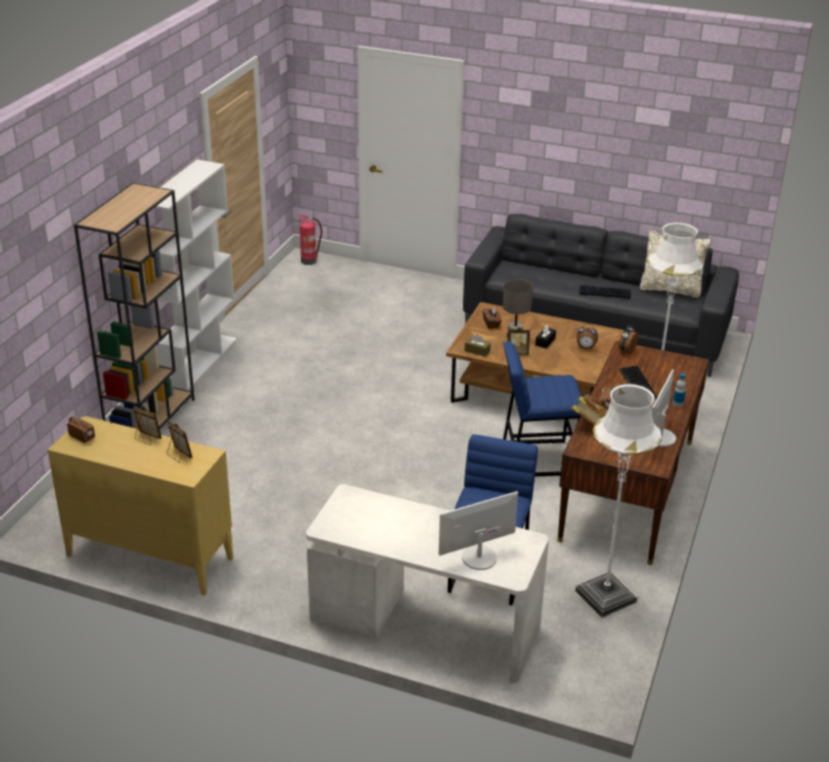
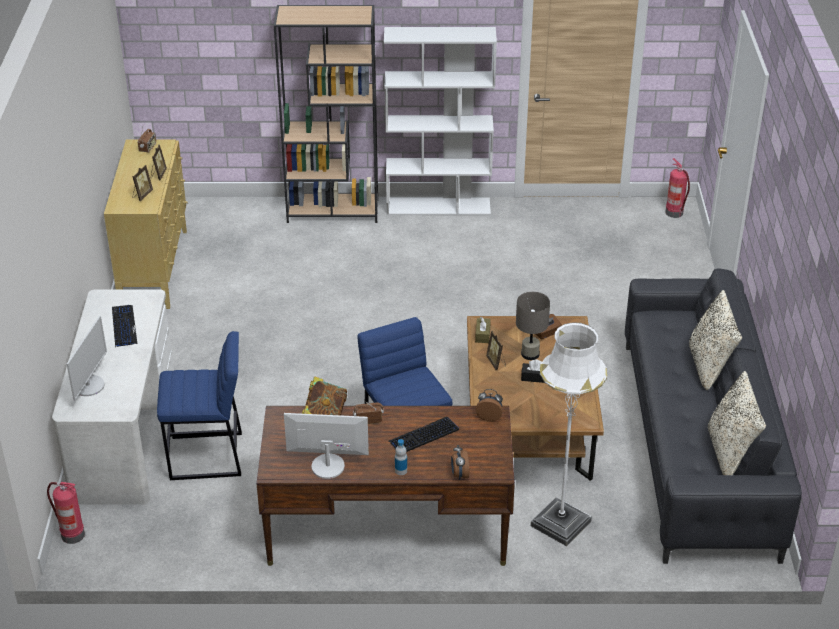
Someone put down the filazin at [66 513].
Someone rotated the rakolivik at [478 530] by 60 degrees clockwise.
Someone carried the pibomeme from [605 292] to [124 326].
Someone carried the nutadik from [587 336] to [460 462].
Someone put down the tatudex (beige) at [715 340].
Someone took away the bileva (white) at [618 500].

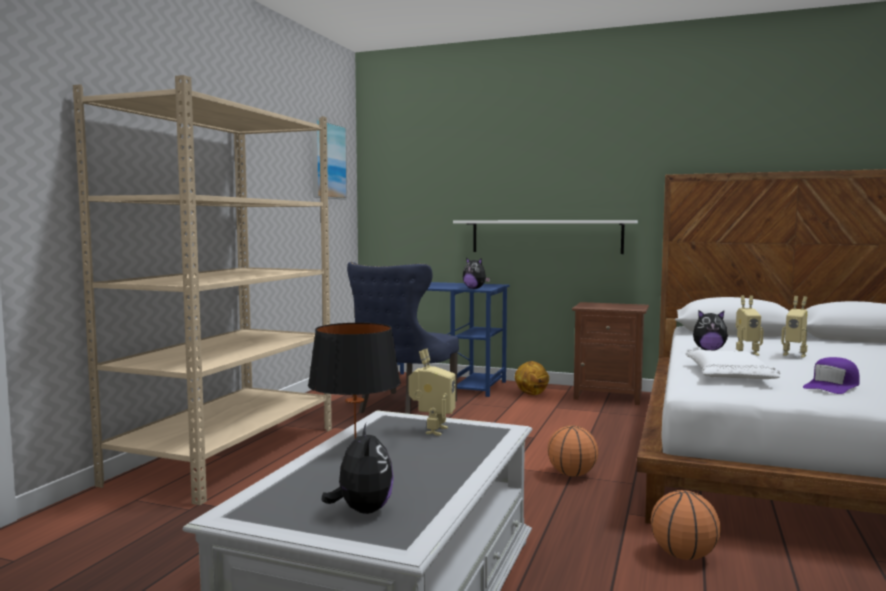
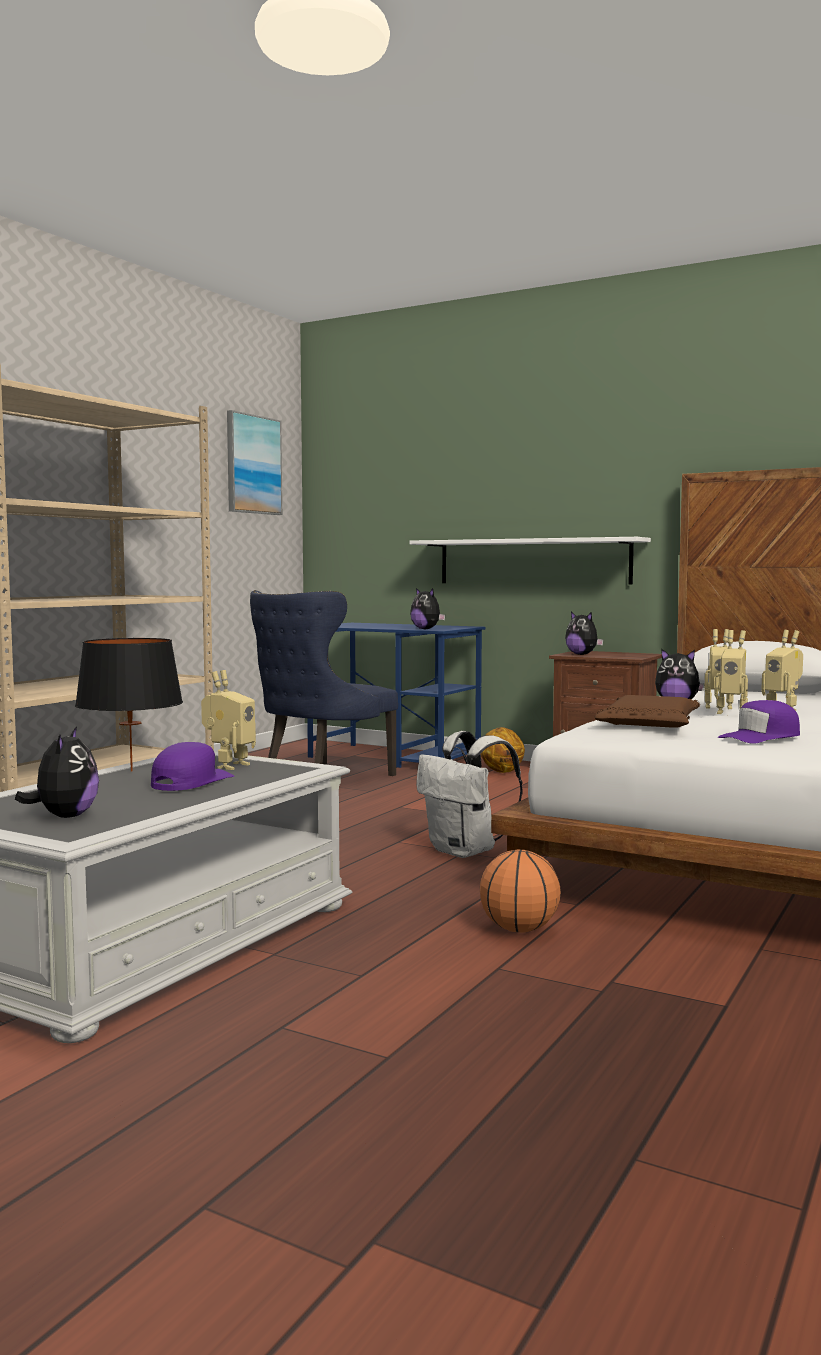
Someone put down the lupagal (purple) at [192 766].
Someone swapped the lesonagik at [573 451] for the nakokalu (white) at [469 794].
Someone put down the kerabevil at [584 633].
Someone repainted the tatudex (white) at [732 364], which became the tatudex (brown) at [647 711].
Someone put down the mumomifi at [731 672].

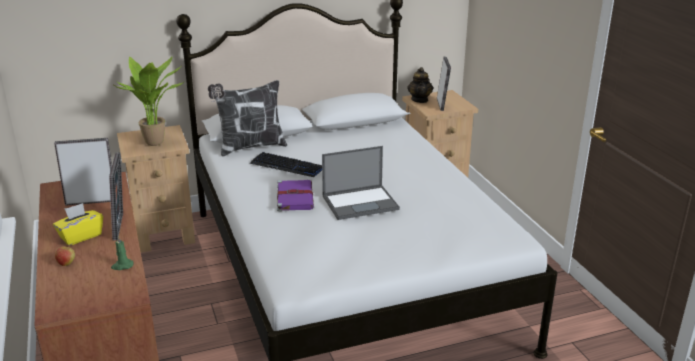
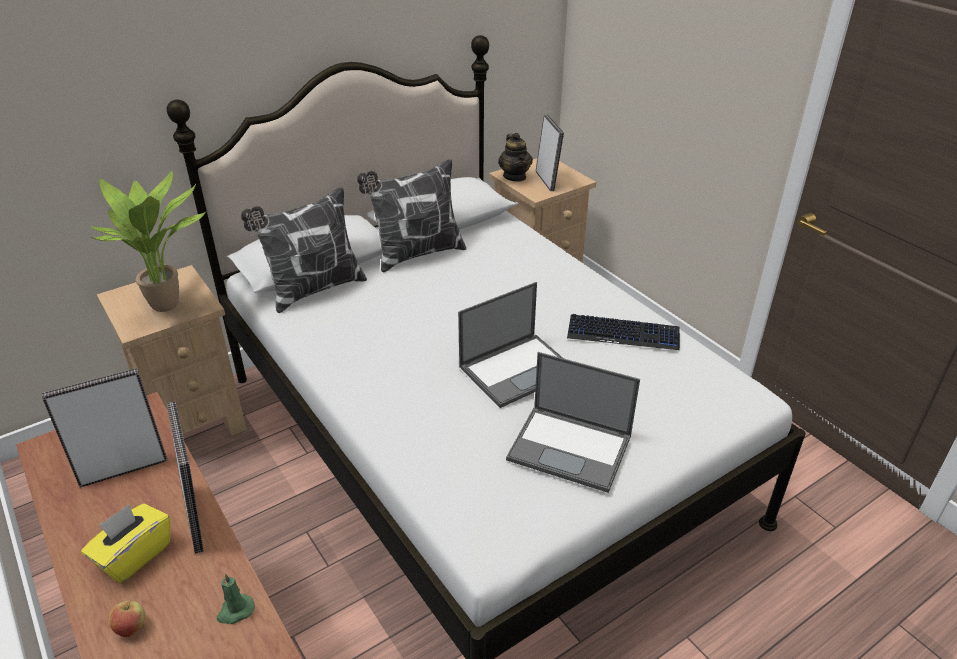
Someone put down the tatudex at [411 215].
Someone put down the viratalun at [573 422].
Someone carried the pibomeme from [286 164] to [623 332].
Someone took away the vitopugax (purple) at [295 195].

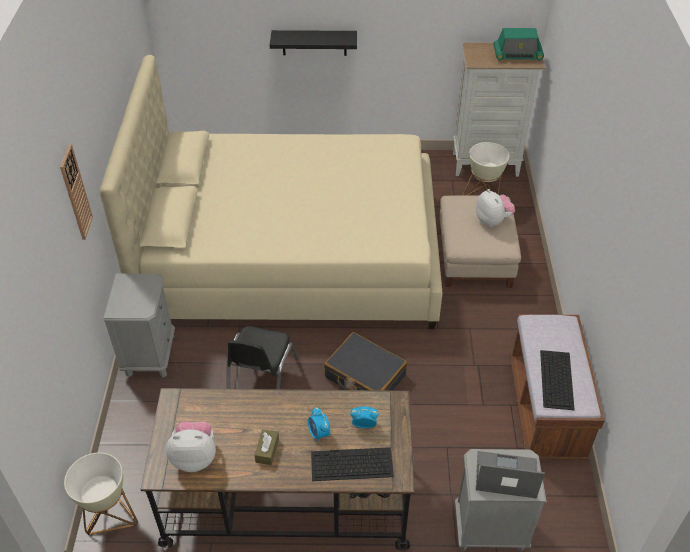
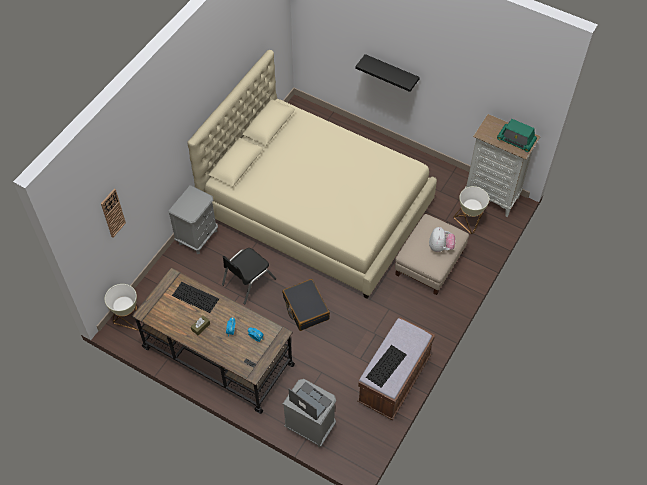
Someone carried the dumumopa from [76 192] to [113 213].
Someone carried the pibomeme from [352 464] to [195 297].
Someone took away the kerabevil at [191 446].

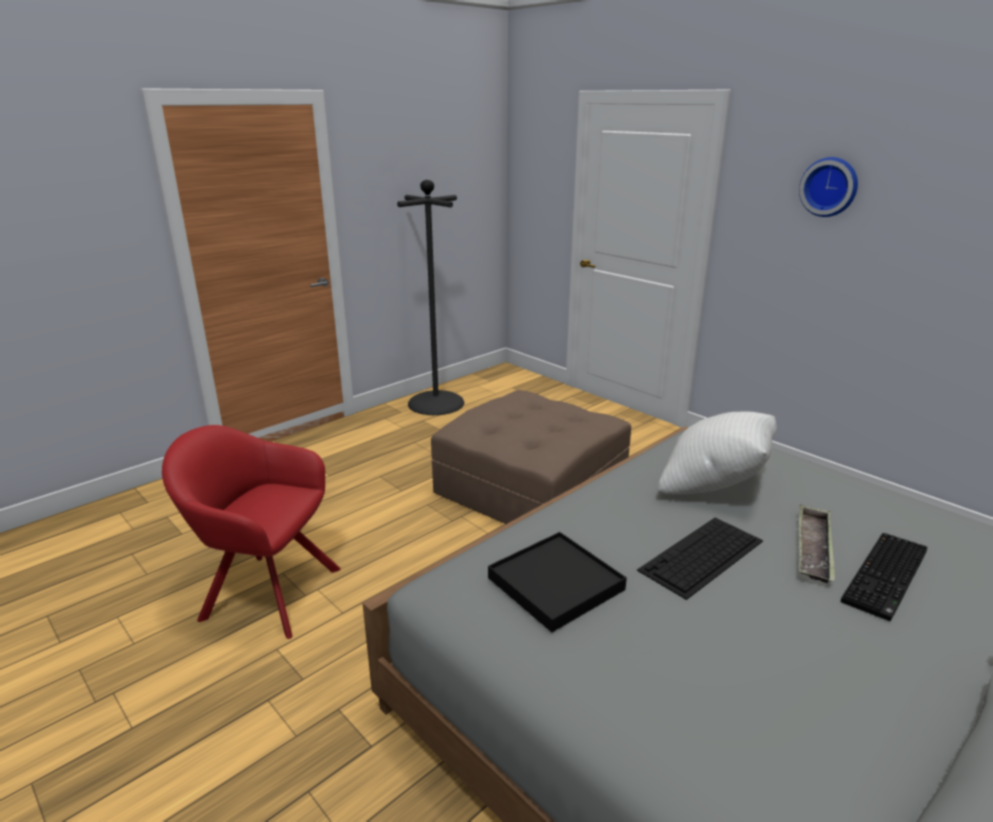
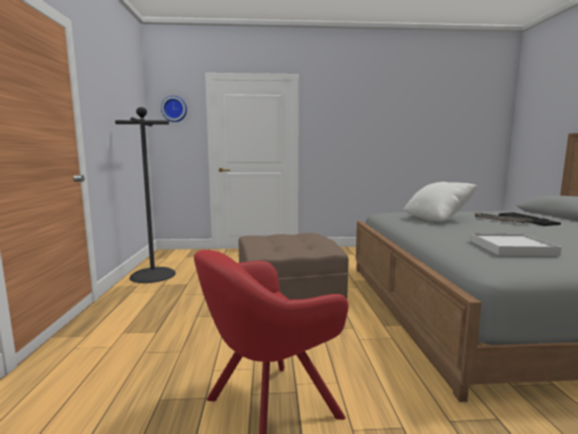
Someone carried the dumumopa from [828 187] to [174 109].
Someone repainted the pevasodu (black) at [557 582], which became the pevasodu (white) at [516 244].
Someone took away the pibomeme at [700 559].

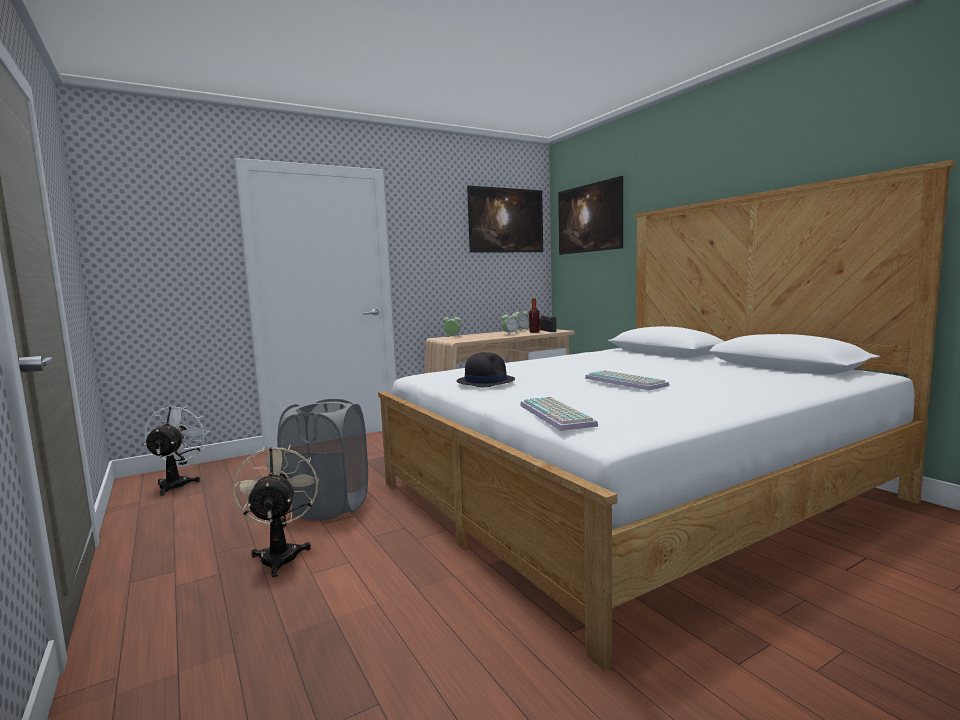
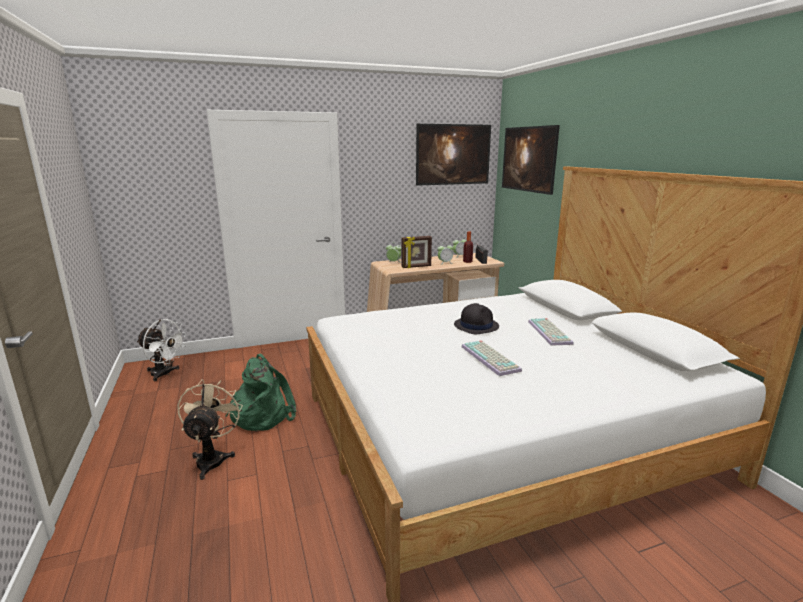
Someone rotated the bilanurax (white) at [177 450] by 105 degrees clockwise.
Someone swapped the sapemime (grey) at [322 459] for the nakokalu (green) at [260 392].
Someone put down the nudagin at [417 252].
Someone carried the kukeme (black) from [486 369] to [476 318].
Someone carried the pibomeme from [559 414] to [551 332].

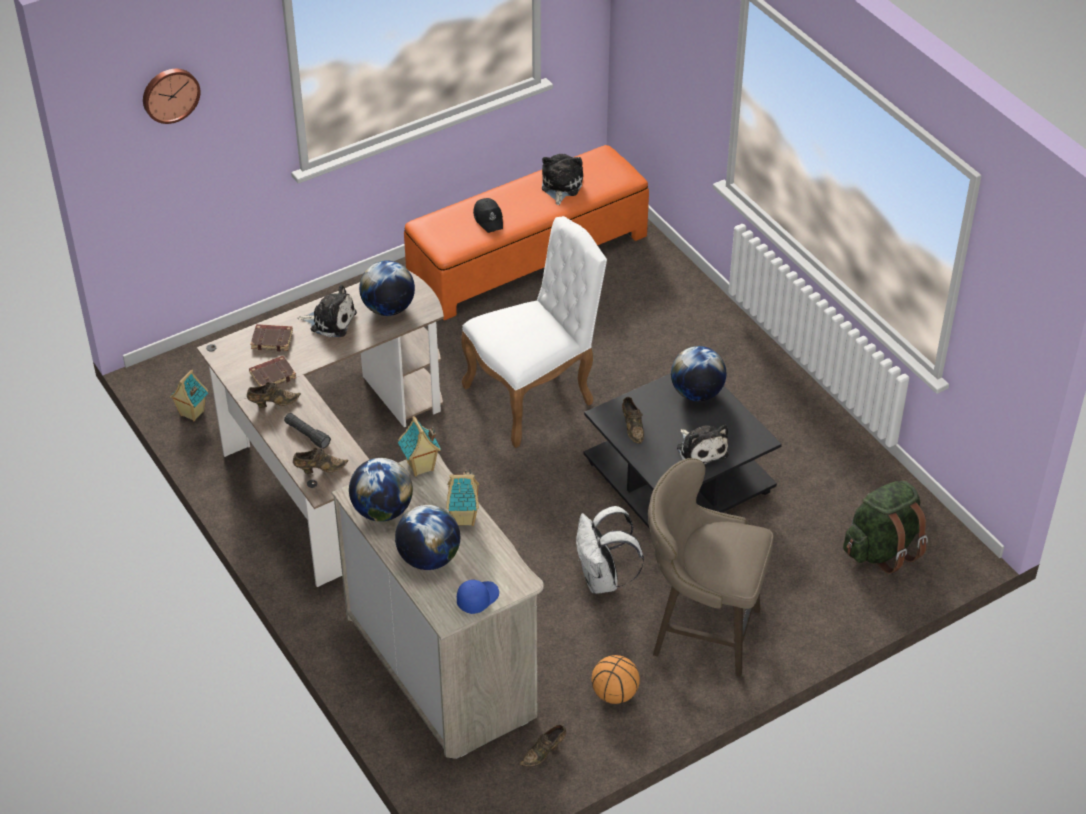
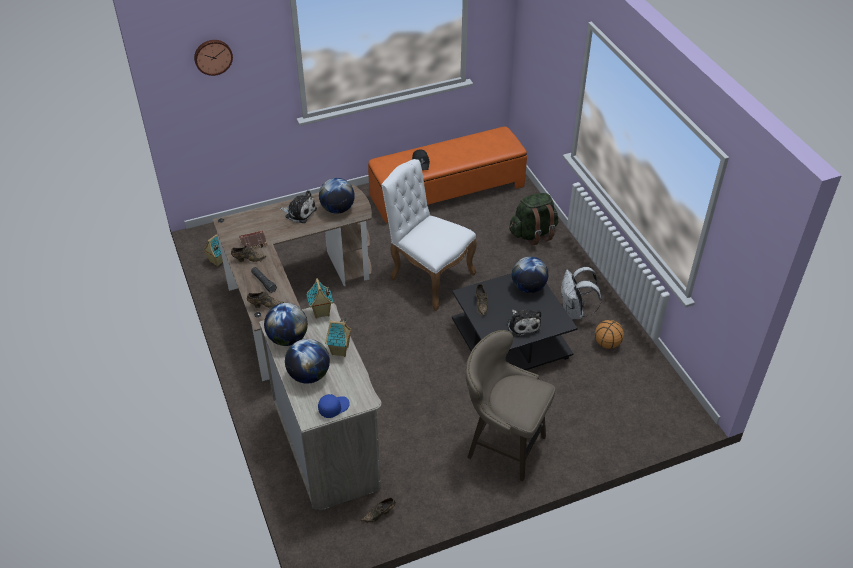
Someone rotated the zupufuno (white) at [534 332] by 120 degrees counterclockwise.
Someone carried the nakokalu (green) from [885 527] to [533 219].
Someone carried the nakokalu (white) from [610 550] to [581 293].
Someone carried the lesonagik from [615 679] to [609 334].
Someone took away the vitopugax (brown) at [271 337].
Someone took away the kerabevil at [562 179].

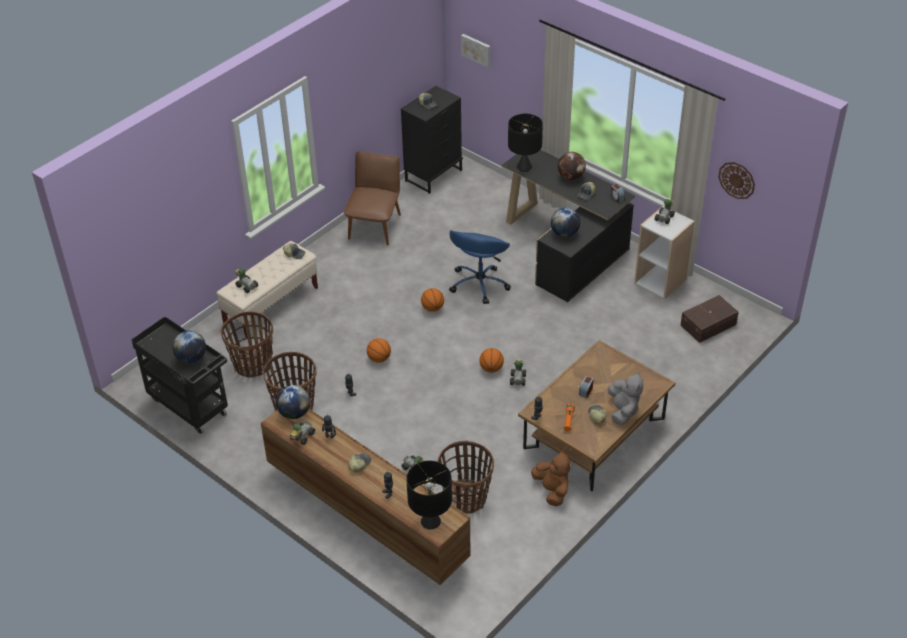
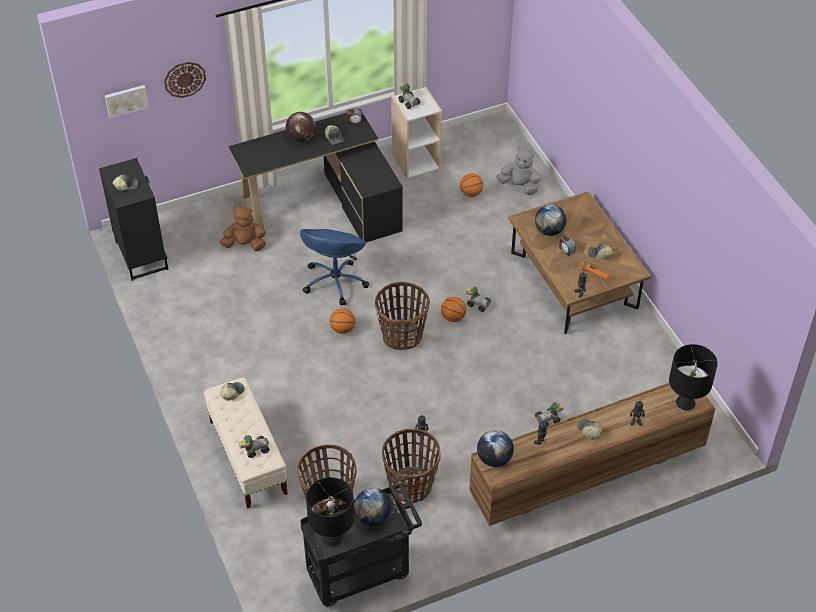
Someone carried the dumumopa from [736 180] to [185 80].
Someone carried the kerabevil (brown) from [551 478] to [243 228].
Someone rotated the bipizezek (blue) at [480 267] by 60 degrees clockwise.
Someone carried the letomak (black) from [525 143] to [330 511].
Someone carried the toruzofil from [465 477] to [402 316].
Someone carried the lesonagik from [379 350] to [471 185].
Someone carried the kerabevil (grey) from [625 398] to [518 170].
Someone carried the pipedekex from [565 222] to [551 220].
Someone took away the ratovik at [302 433].
Someone took away the zupufuno (brown) at [372 198].
Someone took away the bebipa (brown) at [709 319].

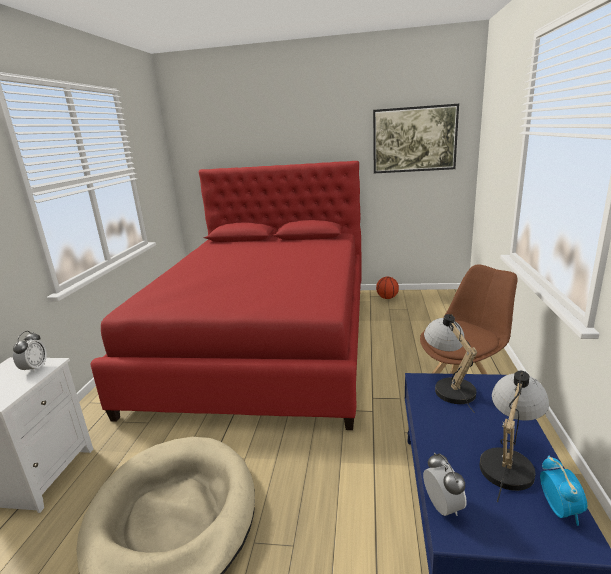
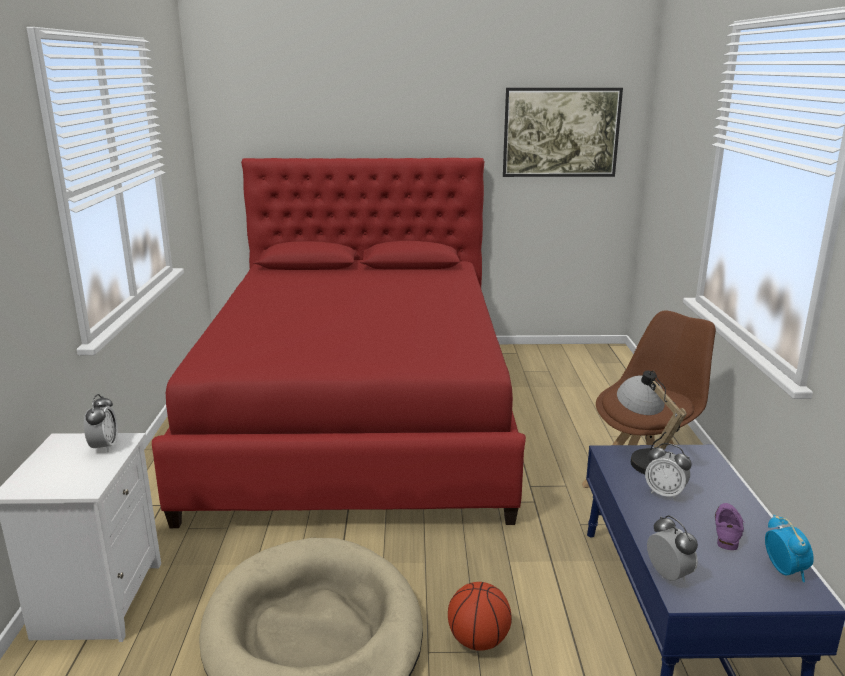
Someone carried the lesonagik from [387 288] to [480 616].
Someone put down the nutadik at [668 472].
Someone swapped the letomak at [514 436] for the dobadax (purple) at [730 526].

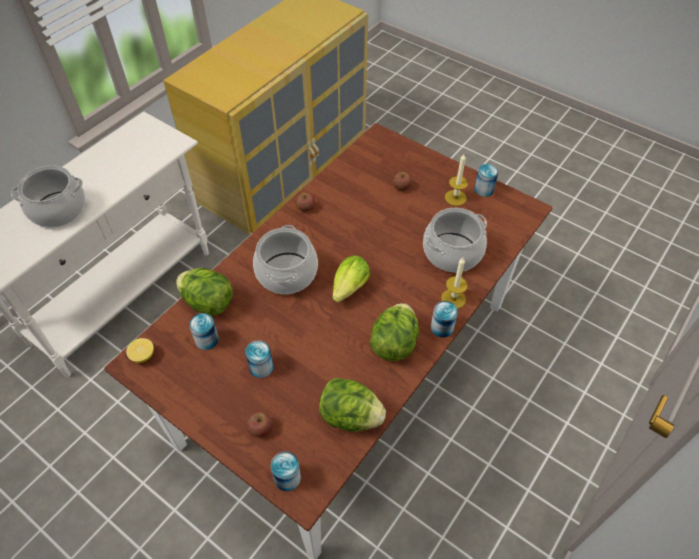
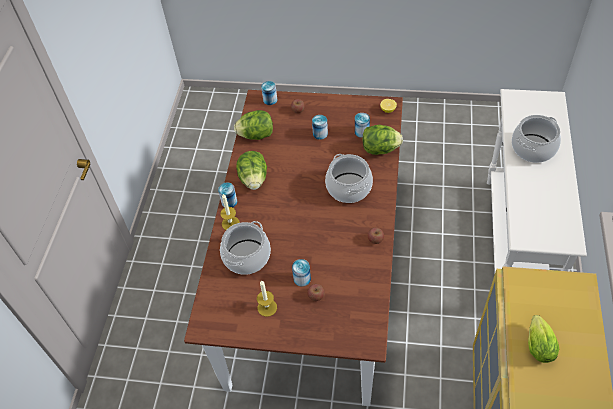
Someone carried the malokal from [486 180] to [301 273].
Someone carried the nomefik from [351 279] to [543 339].

